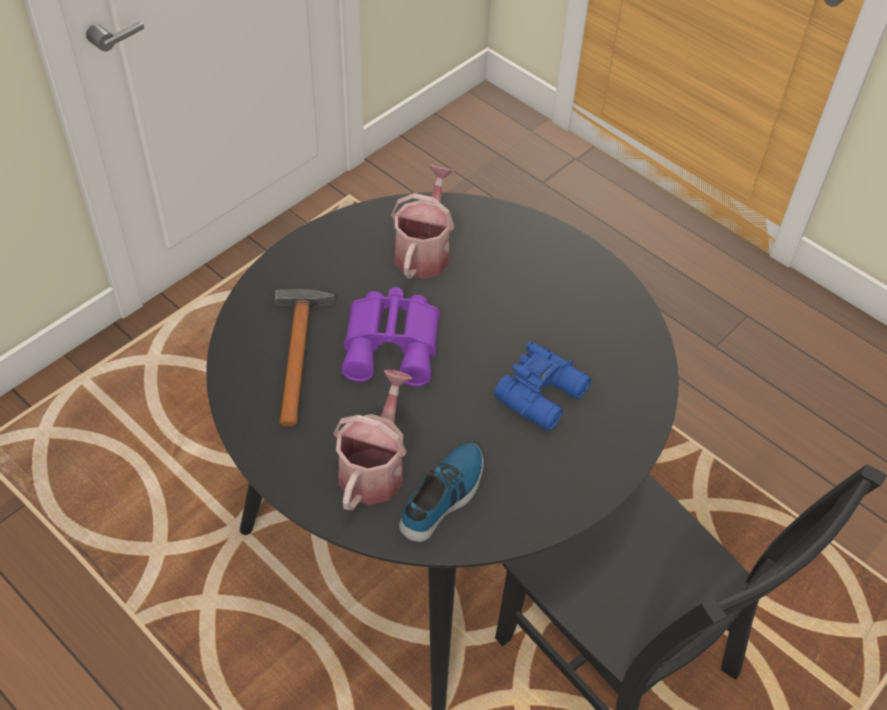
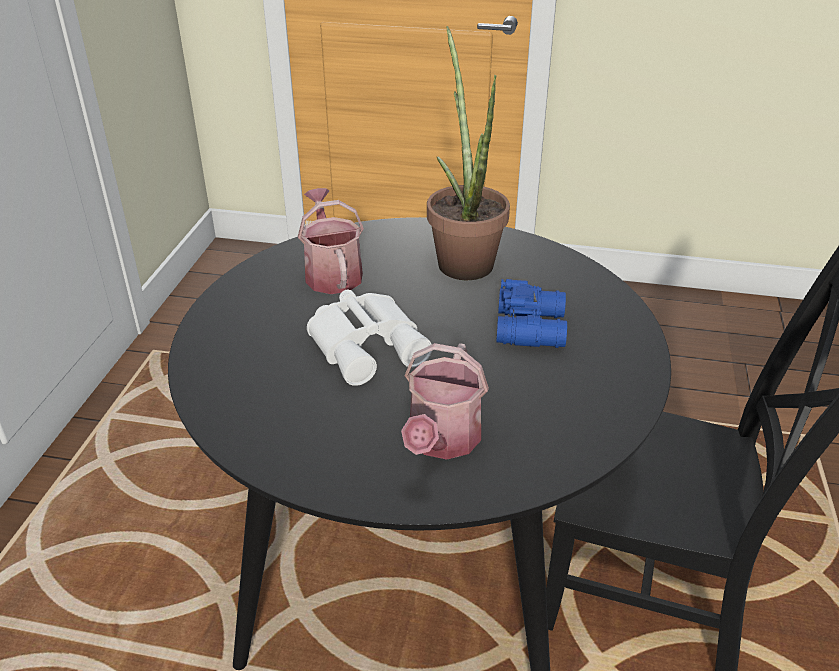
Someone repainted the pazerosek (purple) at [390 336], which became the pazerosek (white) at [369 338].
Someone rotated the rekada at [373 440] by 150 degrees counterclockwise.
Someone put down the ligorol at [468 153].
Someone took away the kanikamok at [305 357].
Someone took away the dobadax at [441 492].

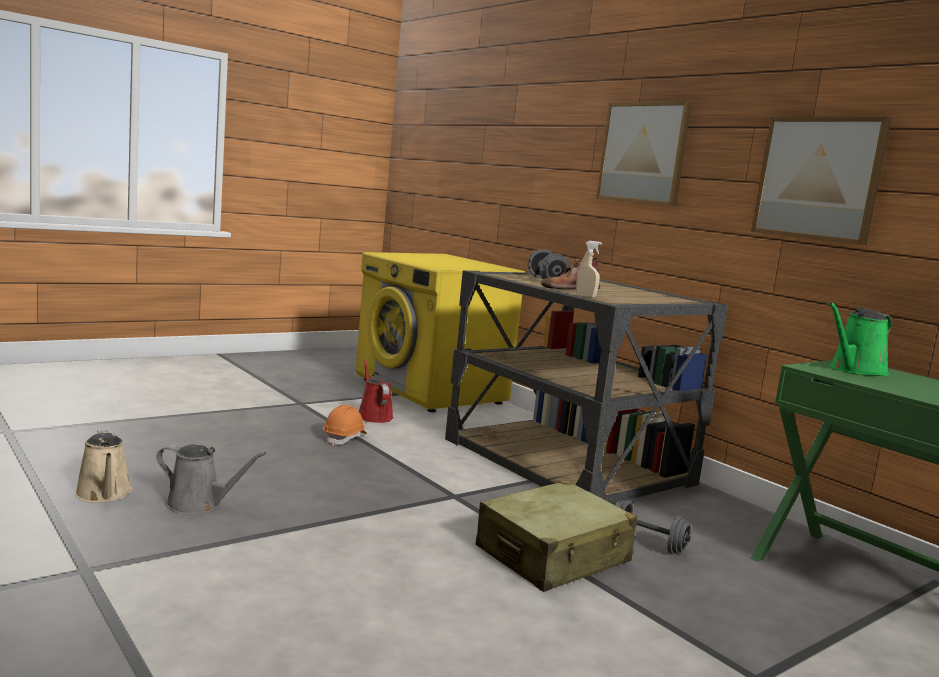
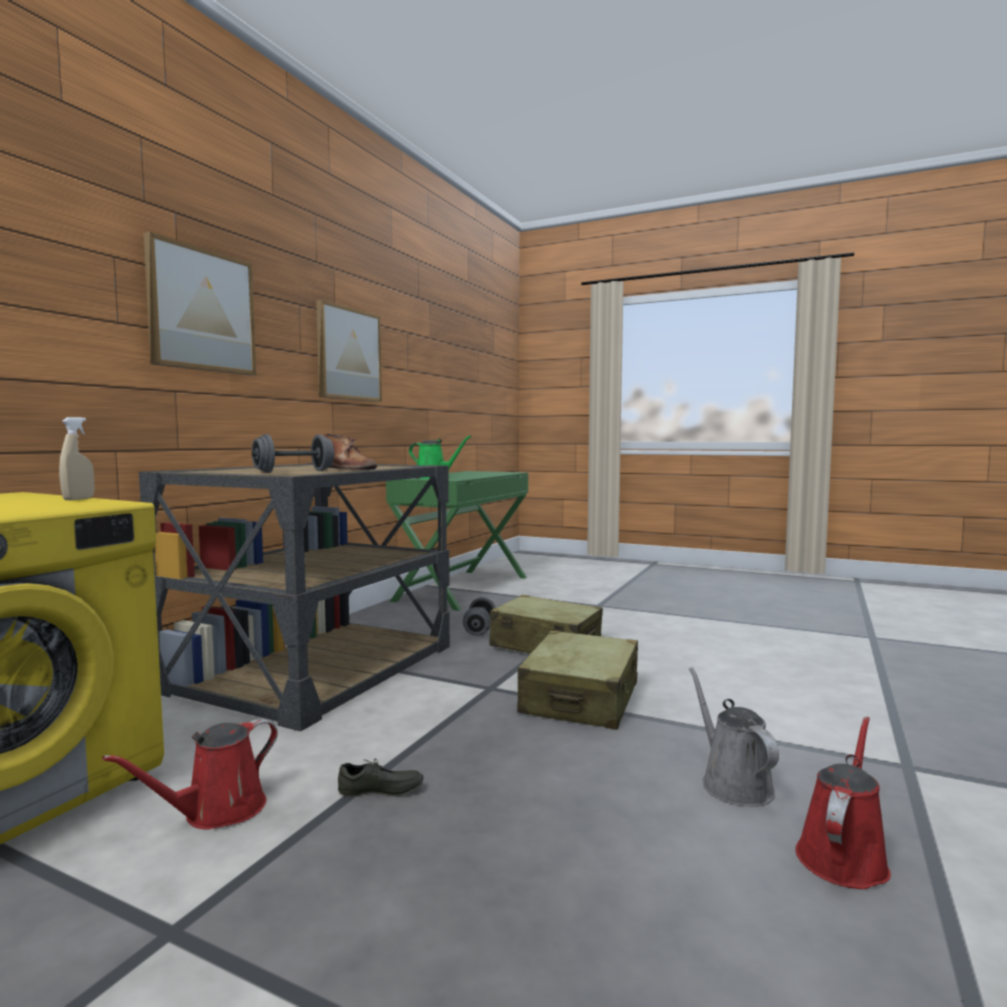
Someone carried the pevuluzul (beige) from [589 269] to [76 458].
Someone swapped the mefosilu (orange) at [345 425] for the dobadax (grey) at [381 778].
Someone put down the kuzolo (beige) at [577 680].
Someone repainted the rekada (beige) at [103 466], which became the rekada (red) at [843 803].

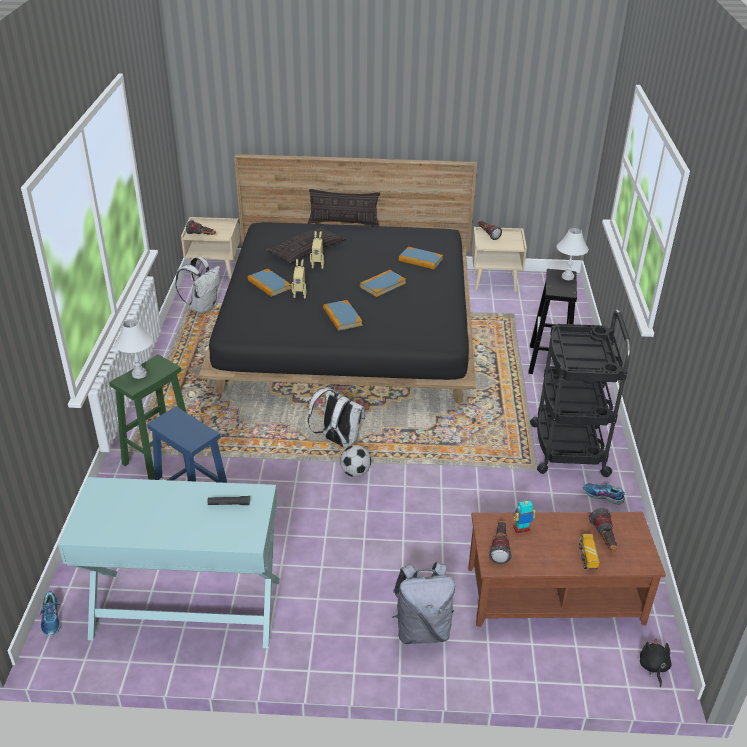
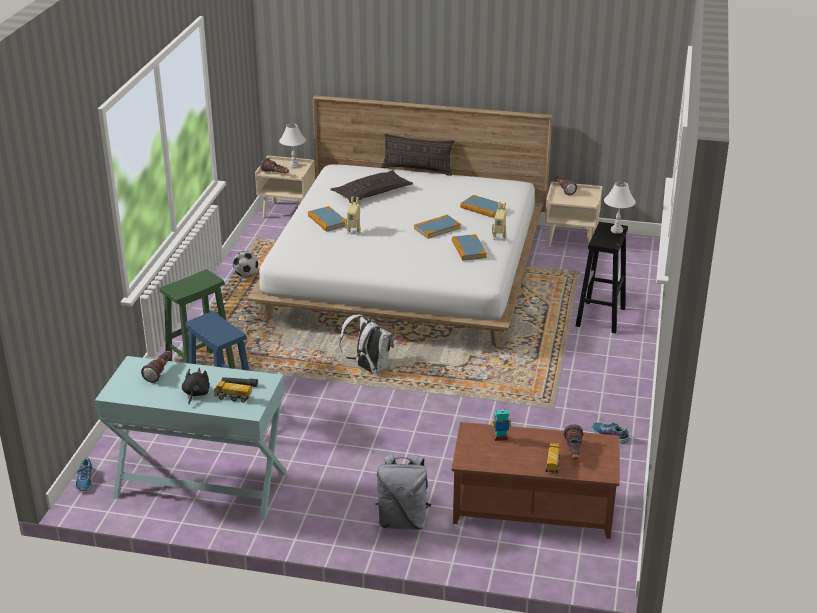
Someone carried the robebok from [500 542] to [156 367].
Someone carried the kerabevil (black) from [656 662] to [196 386].
Someone put down the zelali at [233 392].
Someone carried the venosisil from [355 461] to [245 264].
Someone repainted the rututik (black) at [338 279], which became the rututik (white) at [400 221].
Someone carried the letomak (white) from [134 349] to [292 146].
Someone carried the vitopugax from [343 315] to [469 247].
Someone carried the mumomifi from [317 250] to [499 221].
Someone took away the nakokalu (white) at [197 285].
Someone took away the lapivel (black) at [580 393].

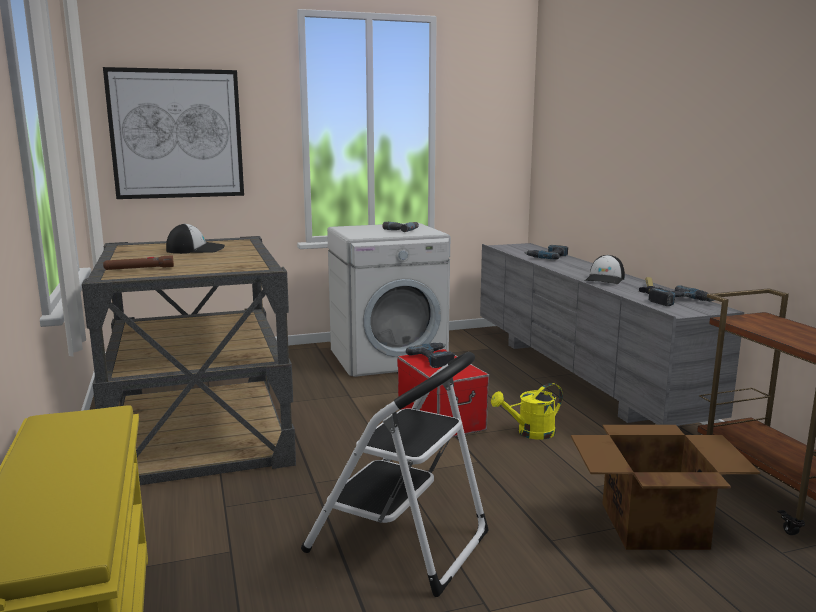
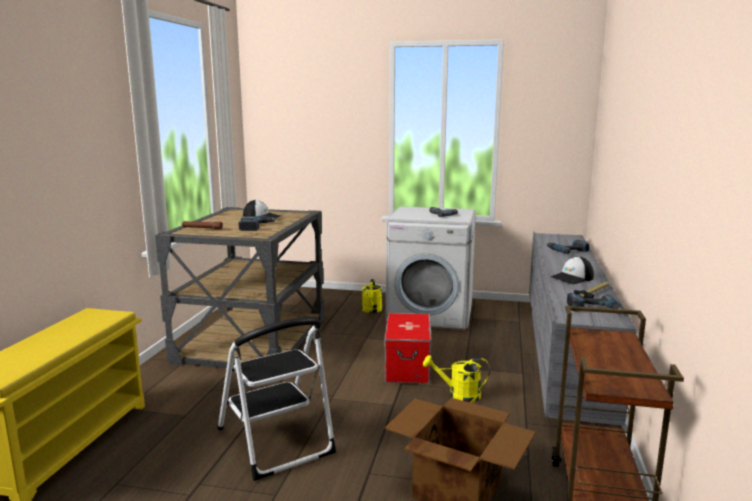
Someone carried the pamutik from [430 355] to [257 223].
Someone put down the rekada (yellow) at [372 296].
Someone took away the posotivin at [173 133].

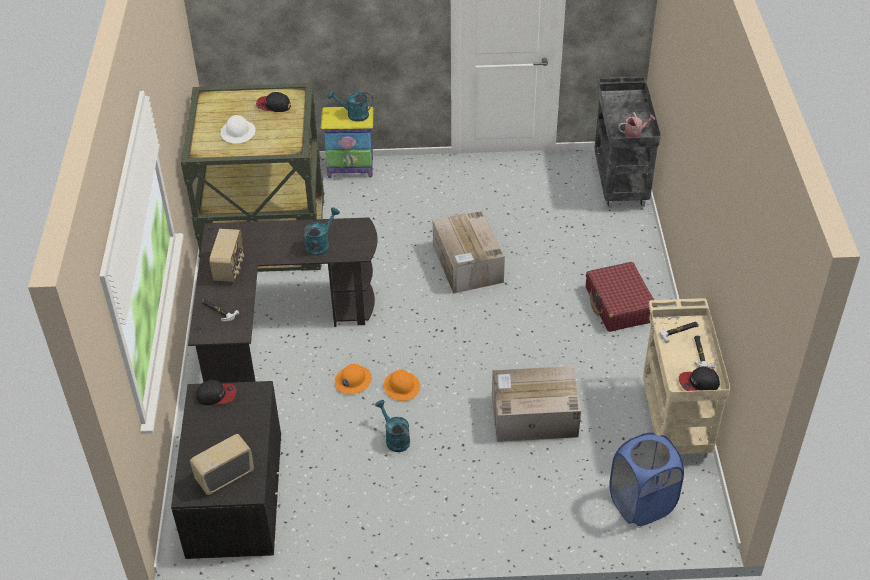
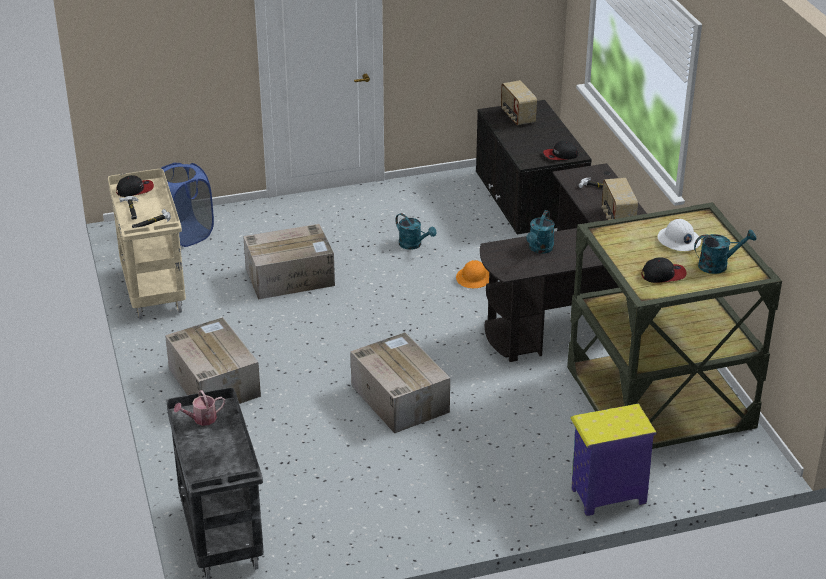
Someone swapped the kuzolo (red) at [622 297] for the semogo at [213 360].
Someone rotated the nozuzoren at [222 464] by 120 degrees clockwise.
Someone carried the rekada (turquoise) from [350 105] to [725 251].
Someone took away the mefosilu (orange) at [401 385].

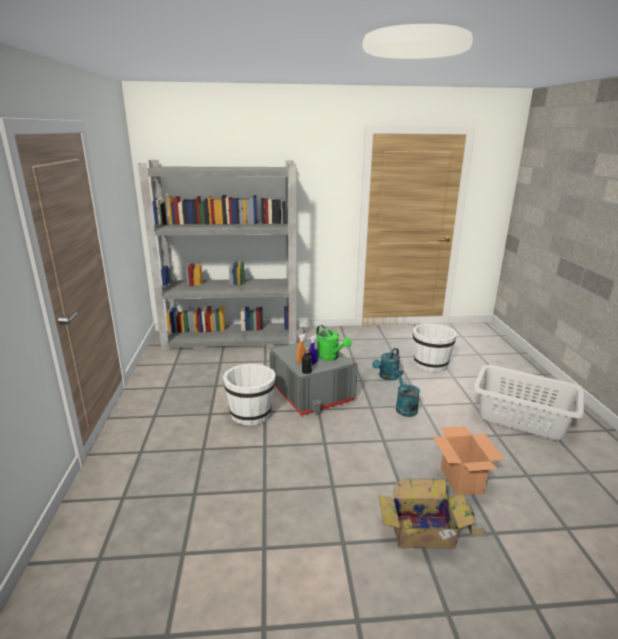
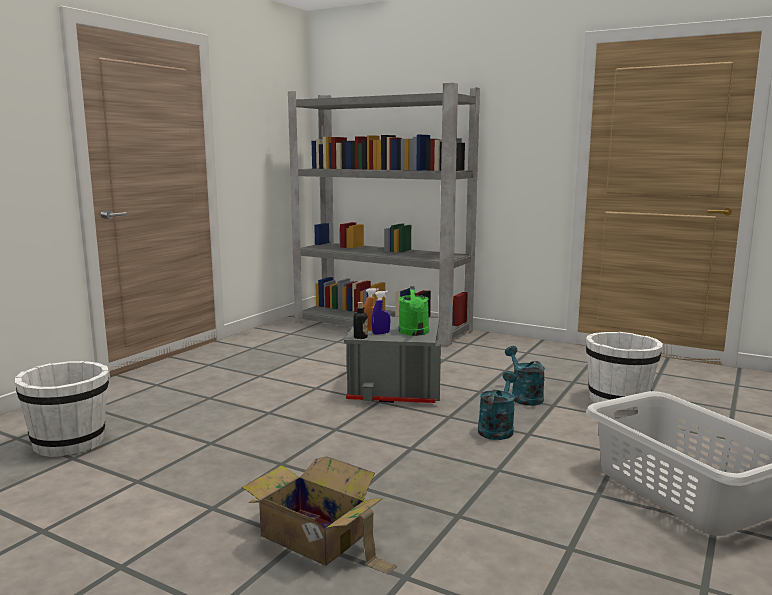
Someone carried the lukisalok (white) from [249 394] to [62 409].
Someone rotated the rekada (turquoise) at [386 364] by 90 degrees clockwise.
Someone took away the semogo at [469 461].

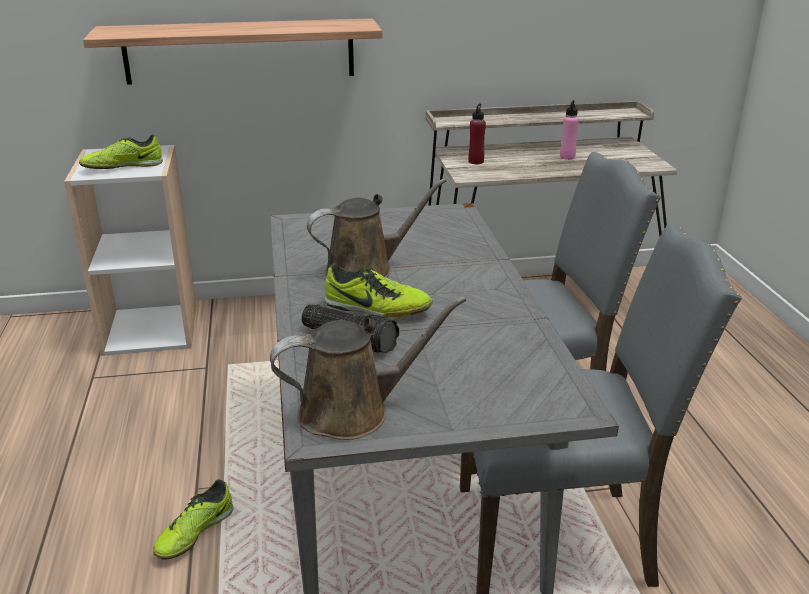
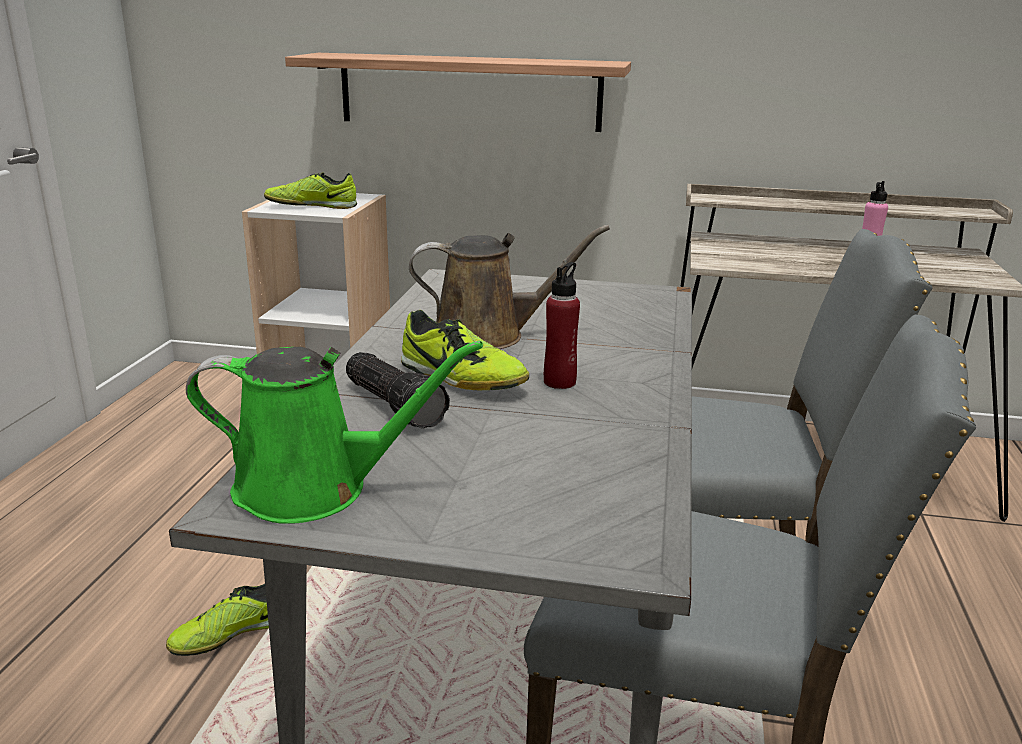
Someone repainted the rekada (brown) at [368 368], which became the rekada (green) at [334 432].
Someone carried the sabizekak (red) from [477 133] to [562 325].

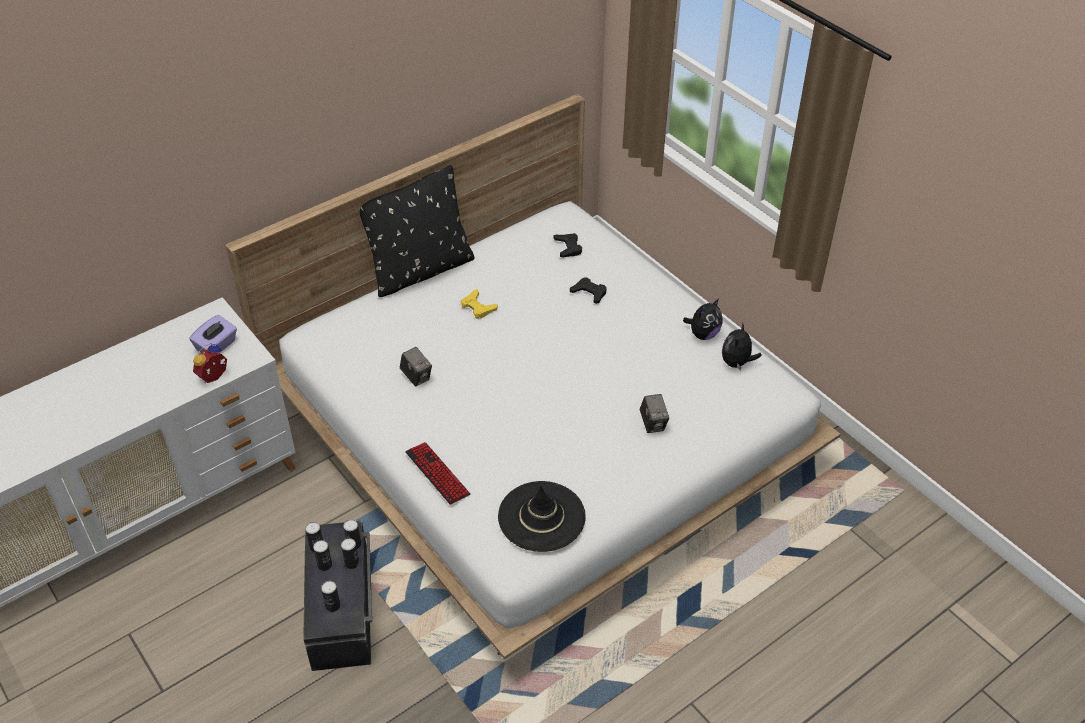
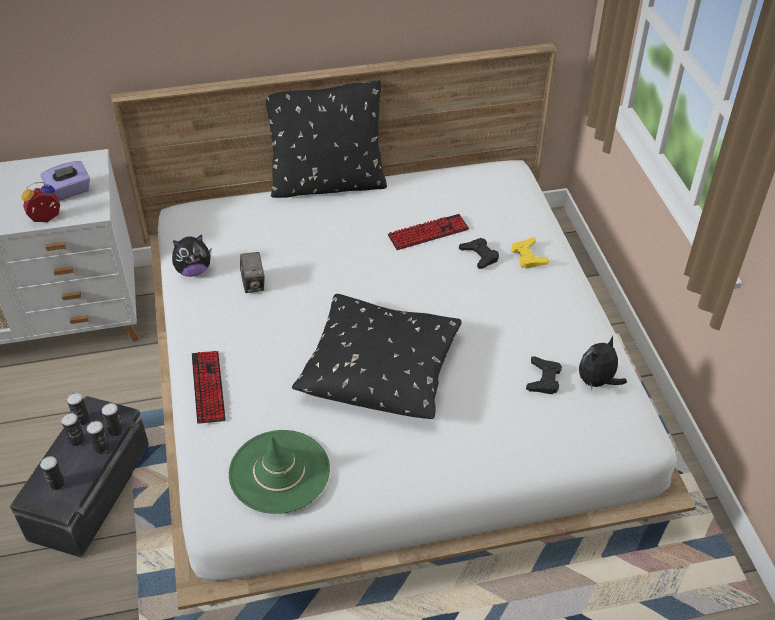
Someone carried the kerabevil from [703 319] to [191 256].
Someone repainted the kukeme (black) at [542 516], which became the kukeme (green) at [279 472].
Someone put down the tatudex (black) at [377 356].
Someone put down the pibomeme at [428 232].
Someone carried the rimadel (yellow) from [479 304] to [530 253].
Someone carried the rimadel (black) from [567 245] to [544 375].
Someone took away the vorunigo at [654 413].

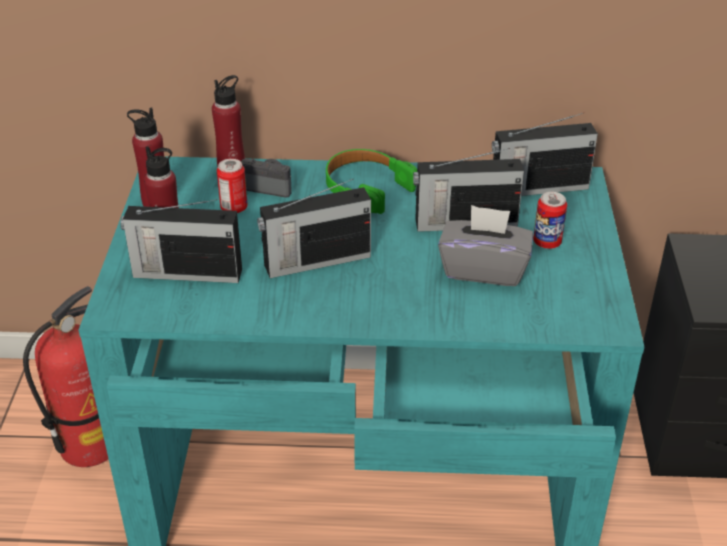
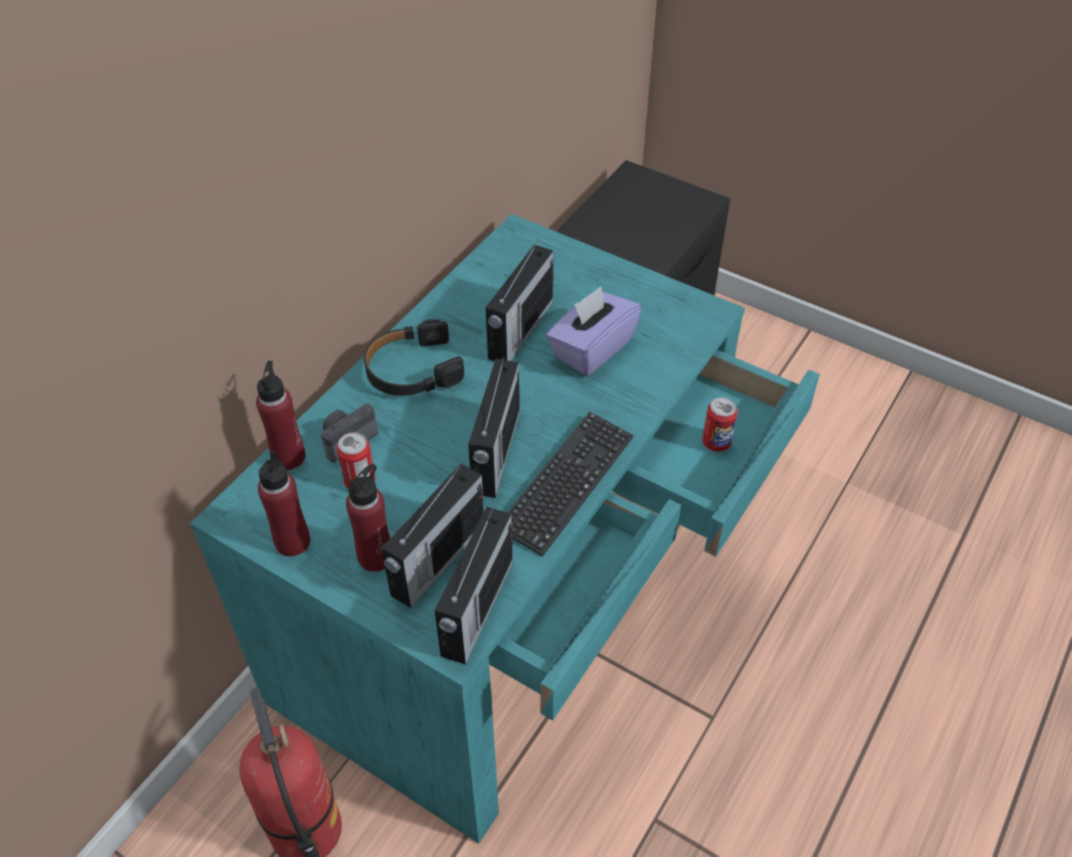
Someone repainted the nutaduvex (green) at [371 181], which became the nutaduvex (black) at [414 357].
Someone carried the nozuzoren from [545 154] to [474 586].
Someone put down the pibomeme at [571 484].
Someone repainted the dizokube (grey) at [485 245], which became the dizokube (purple) at [594 331].
Someone carried the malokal from [550 220] to [720 424].

